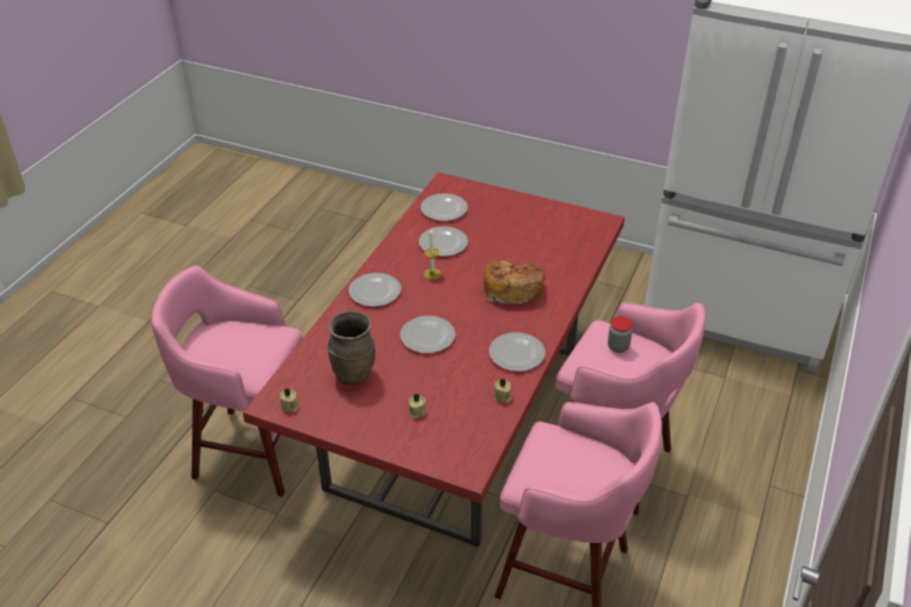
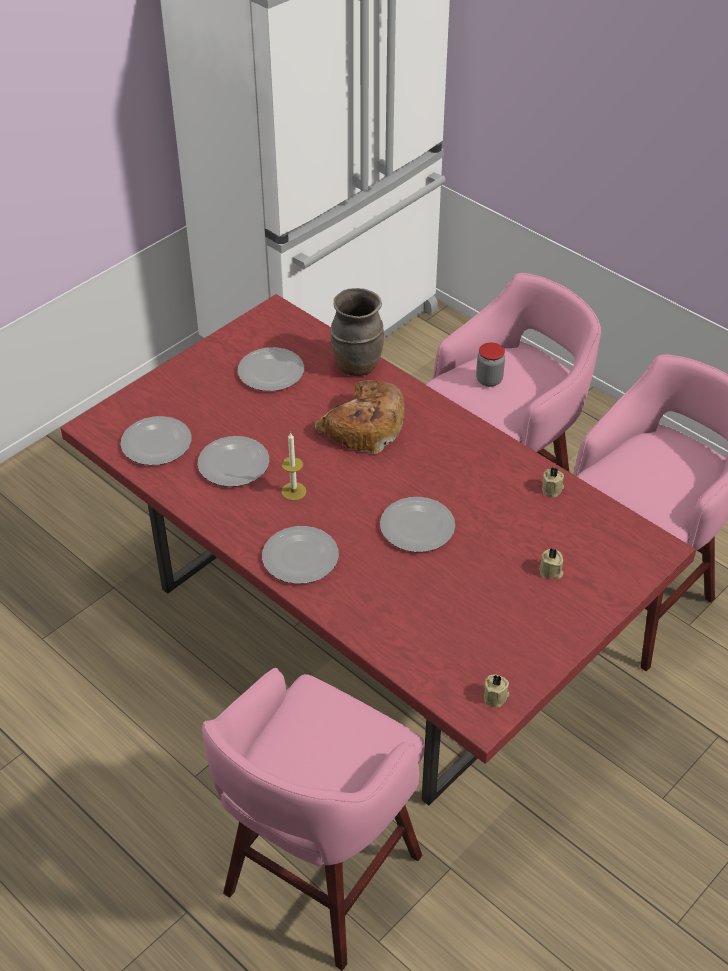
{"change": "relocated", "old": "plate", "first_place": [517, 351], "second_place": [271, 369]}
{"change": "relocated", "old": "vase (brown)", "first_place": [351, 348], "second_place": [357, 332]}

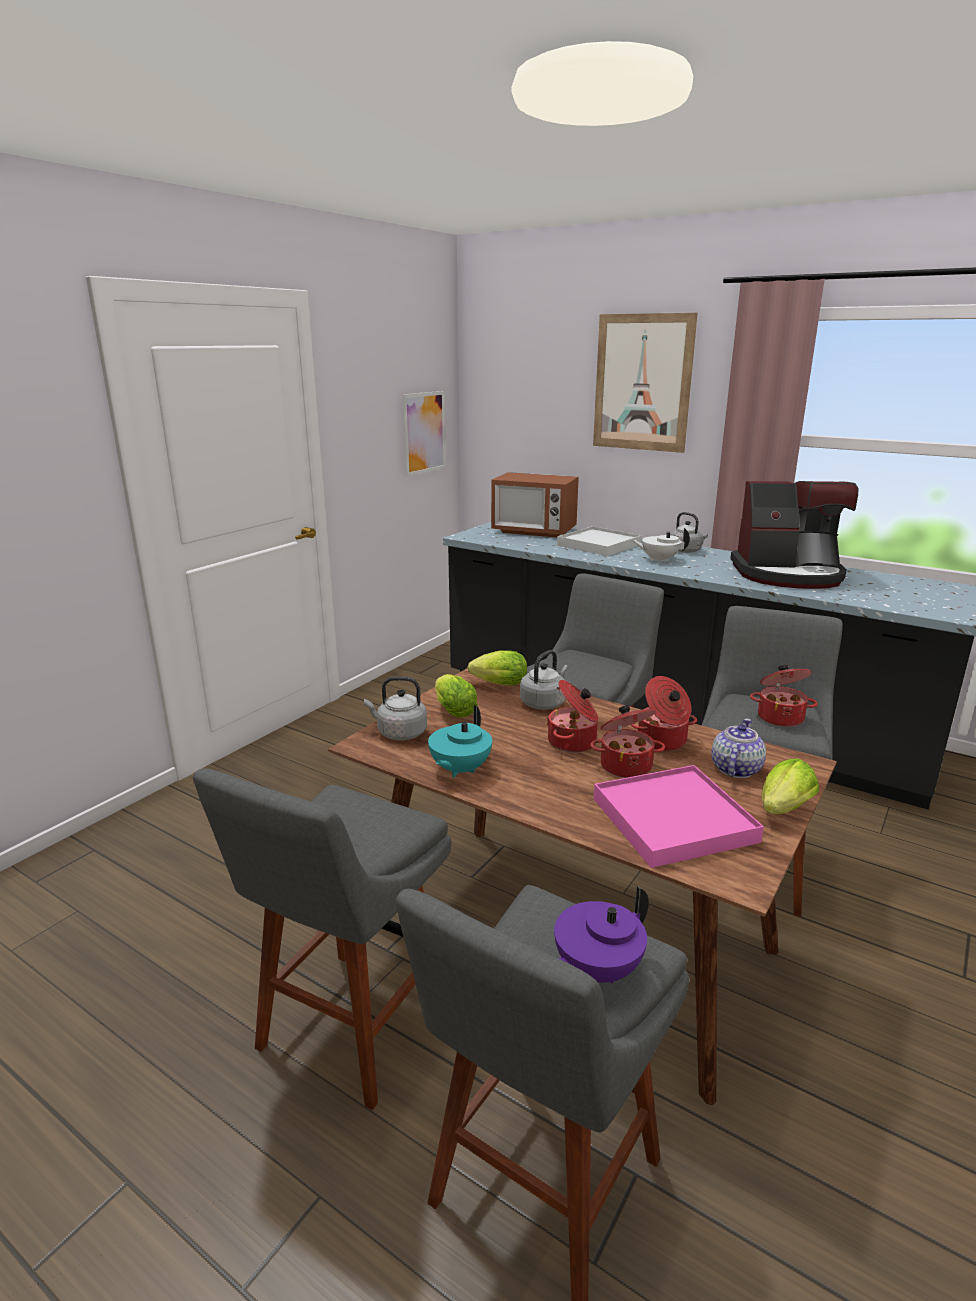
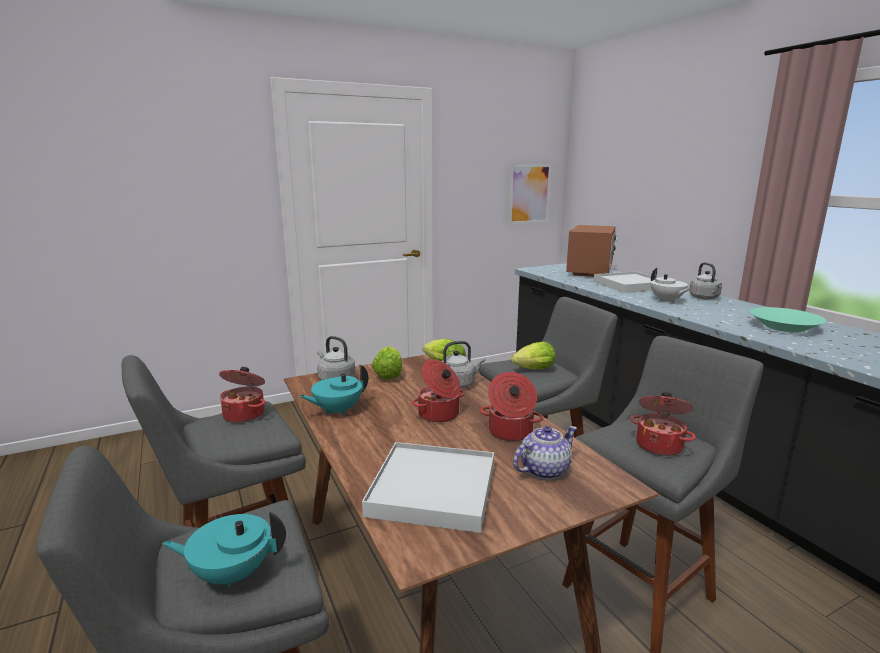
{"change": "colour", "old": "teapot (purple)", "new": "teapot (turquoise)", "first_place": [601, 934], "second_place": [224, 550]}
{"change": "relocated", "old": "cooking pot", "first_place": [627, 741], "second_place": [242, 395]}
{"change": "colour", "old": "tray (pink)", "new": "tray (white)", "first_place": [679, 816], "second_place": [428, 487]}
{"change": "relocated", "old": "lettuce", "first_place": [790, 786], "second_place": [533, 355]}
{"change": "spun", "old": "microwave", "first_place": [535, 505], "second_place": [591, 251], "degrees": -120}
{"change": "spun", "old": "teapot (white)", "first_place": [661, 545], "second_place": [671, 285], "degrees": -150}
{"change": "exchanged", "old": "coffee machine", "new": "bowl (turquoise)", "first_place": [794, 535], "second_place": [788, 320]}
{"change": "missing", "old": "picture", "first_place": [645, 383]}

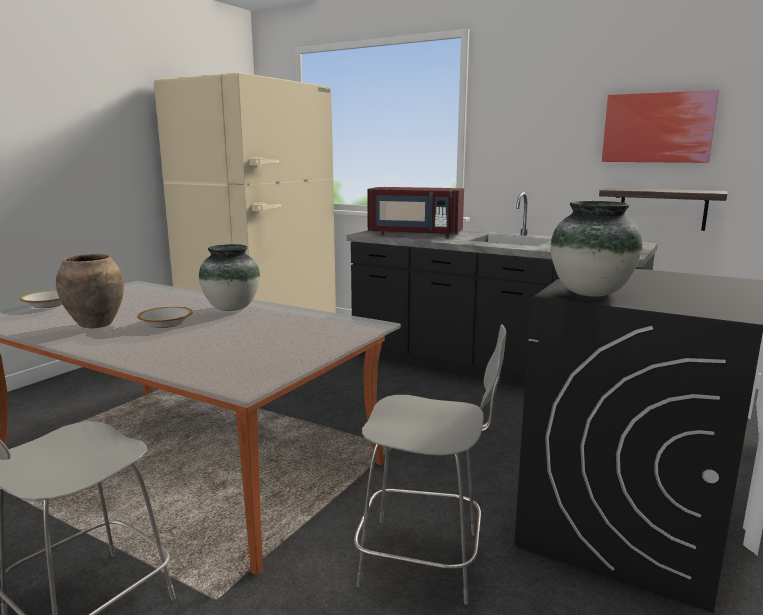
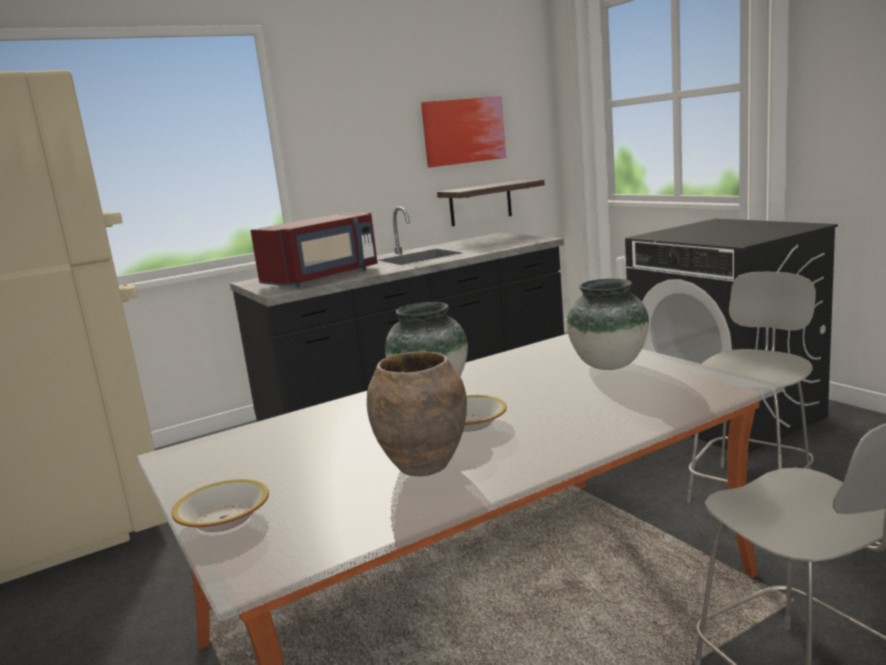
{"change": "relocated", "old": "vase", "first_place": [596, 249], "second_place": [607, 324]}

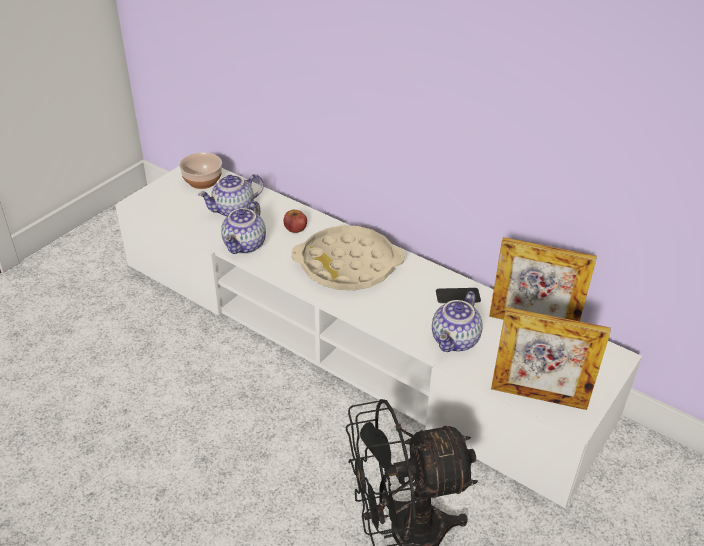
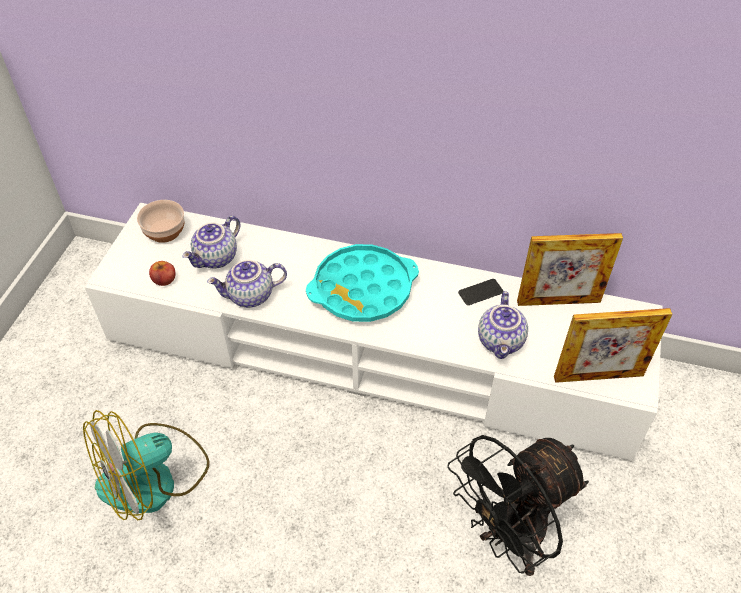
{"change": "appeared", "new": "fan", "second_place": [146, 465]}
{"change": "relocated", "old": "apple", "first_place": [295, 221], "second_place": [162, 273]}
{"change": "spun", "old": "teapot", "first_place": [243, 227], "second_place": [247, 283], "degrees": 75}
{"change": "colour", "old": "tray (beige)", "new": "tray (turquoise)", "first_place": [348, 257], "second_place": [362, 283]}

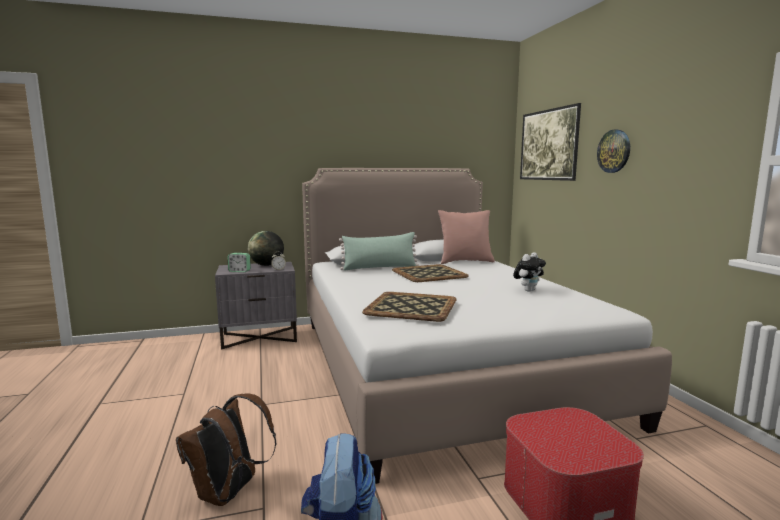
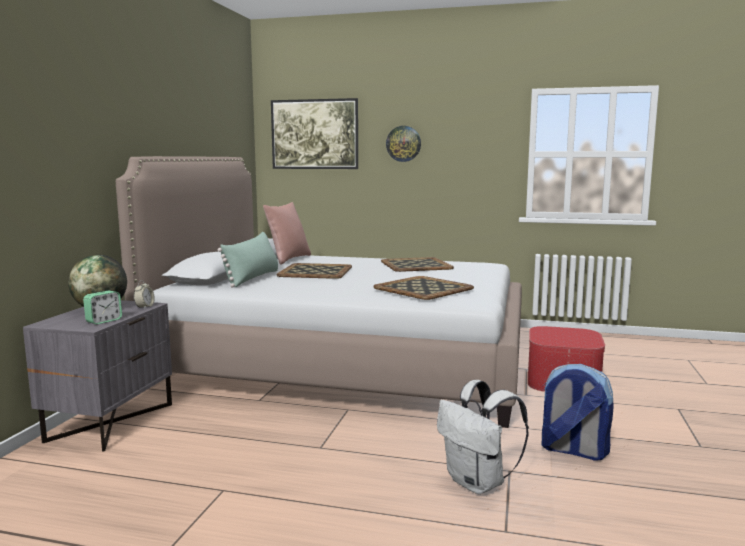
{"change": "exchanged", "old": "plush toy", "new": "tray", "first_place": [529, 272], "second_place": [417, 264]}
{"change": "colour", "old": "backpack (brown)", "new": "backpack (white)", "first_place": [226, 449], "second_place": [483, 437]}

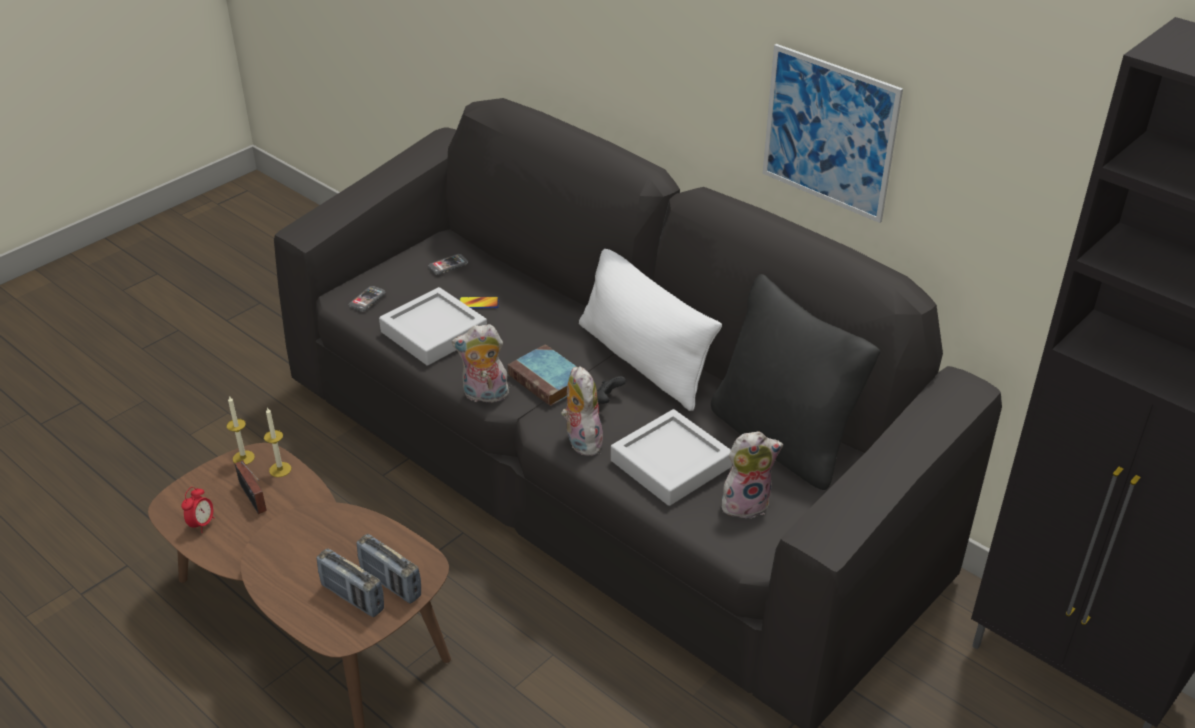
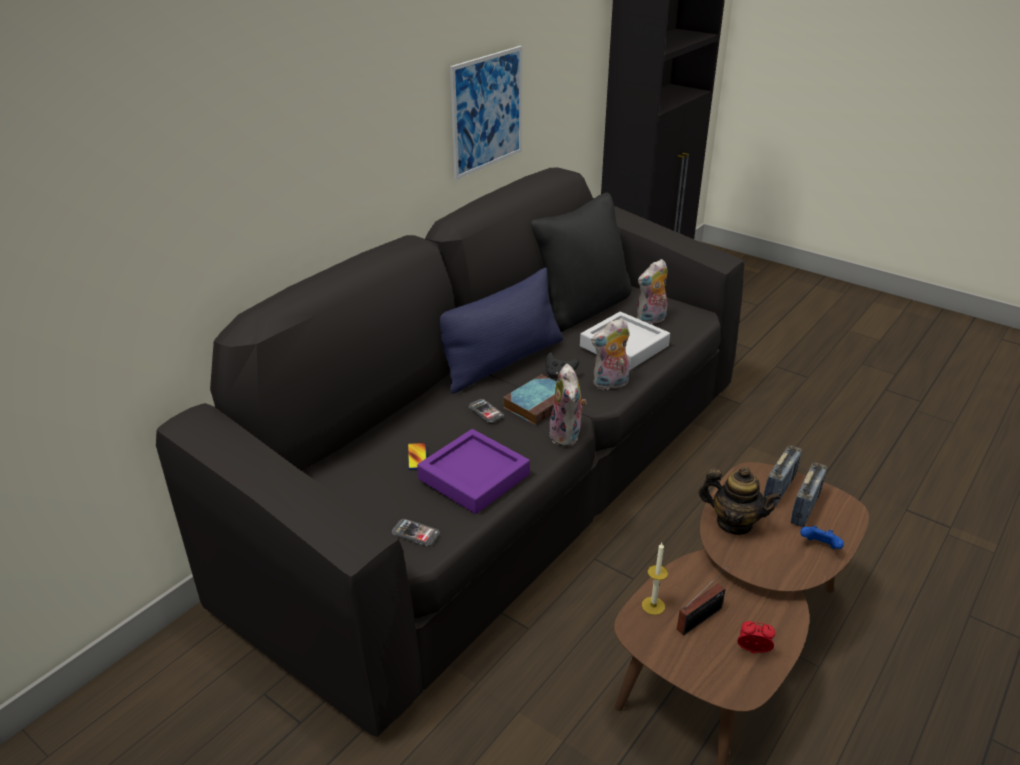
{"change": "colour", "old": "tray (grey)", "new": "tray (purple)", "first_place": [433, 326], "second_place": [473, 471]}
{"change": "colour", "old": "pillow (white)", "new": "pillow (blue)", "first_place": [650, 330], "second_place": [501, 330]}
{"change": "relocated", "old": "phone", "first_place": [448, 264], "second_place": [486, 411]}
{"change": "spun", "old": "plush toy", "first_place": [752, 474], "second_place": [652, 292], "degrees": -105}
{"change": "appeared", "new": "teapot", "second_place": [740, 501]}
{"change": "appeared", "new": "game controller (blue)", "second_place": [822, 537]}
{"change": "missing", "old": "candle", "first_place": [241, 430]}

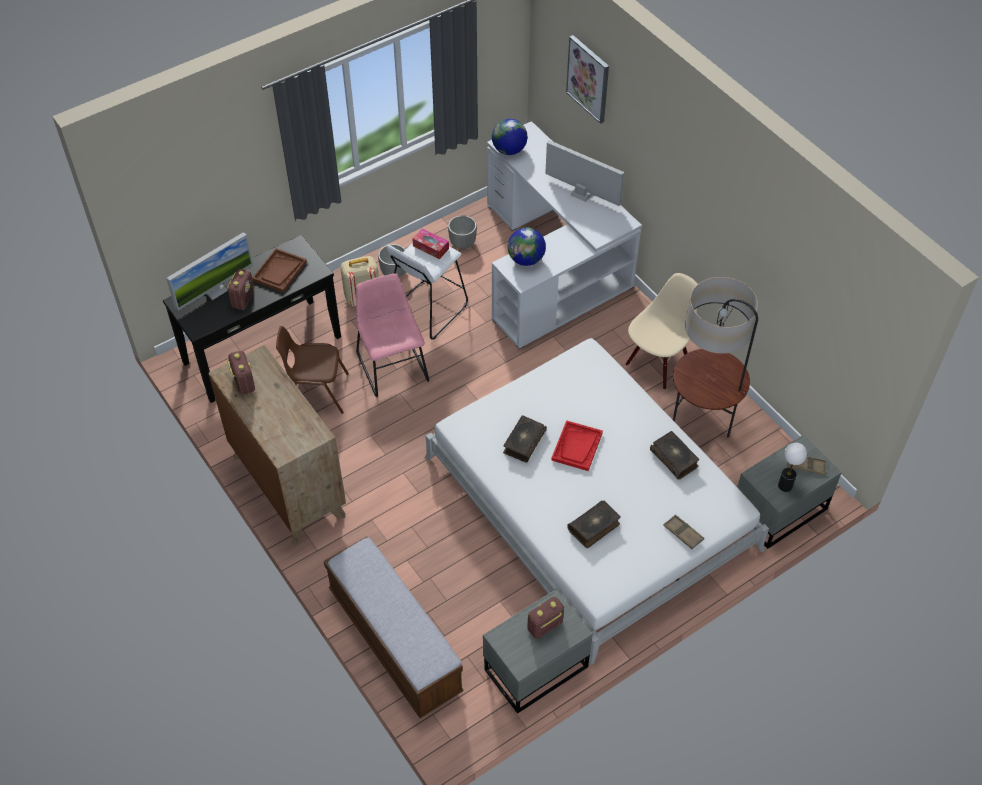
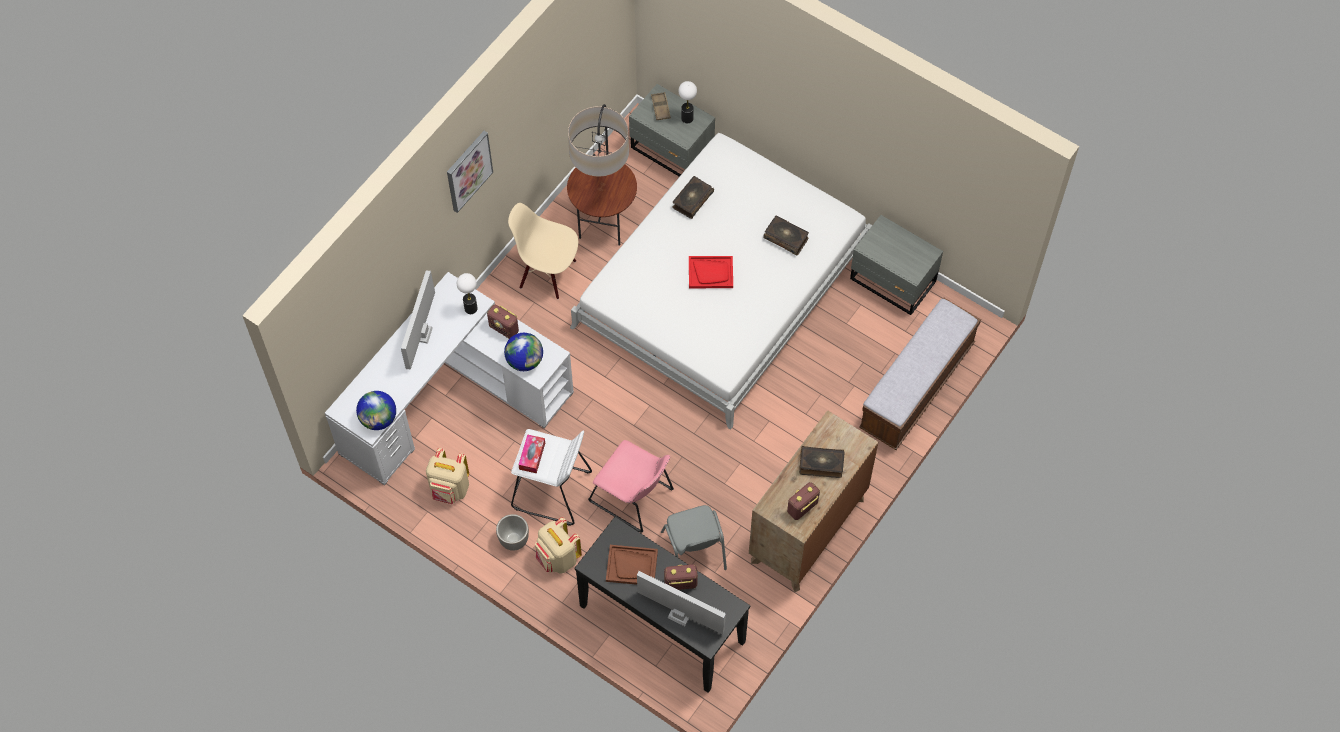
{"change": "exchanged", "old": "planter", "new": "backpack (beige)", "first_place": [462, 232], "second_place": [447, 476]}
{"change": "relocated", "old": "picture", "first_place": [587, 79], "second_place": [470, 172]}
{"change": "appeared", "new": "table lamp", "second_place": [467, 293]}
{"change": "relocated", "old": "radio", "first_place": [545, 618], "second_place": [503, 322]}
{"change": "spun", "old": "chair (pink)", "first_place": [392, 336], "second_place": [631, 486], "degrees": -105}
{"change": "colour", "old": "chair (brown)", "new": "chair (grey)", "first_place": [312, 370], "second_place": [694, 537]}
{"change": "relocated", "old": "book", "first_place": [525, 439], "second_place": [822, 462]}
{"change": "missing", "old": "tray (brown)", "first_place": [683, 532]}

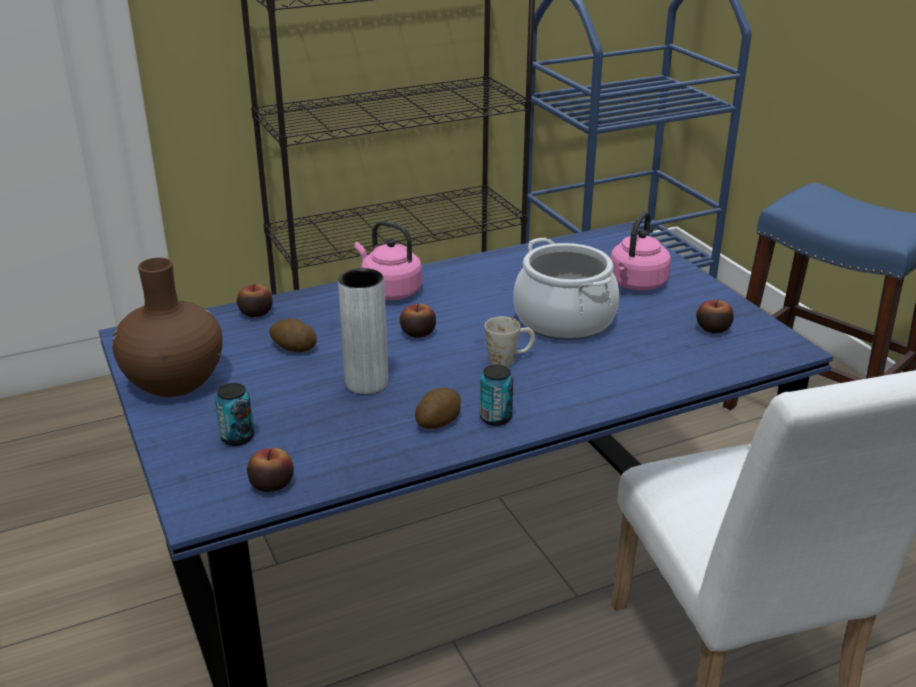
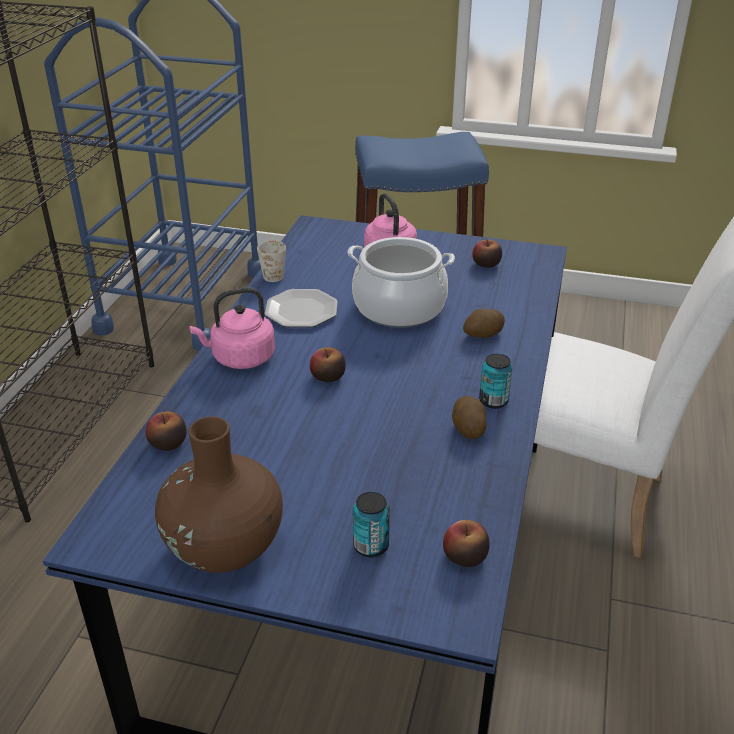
{"change": "relocated", "old": "mug (white)", "first_place": [510, 342], "second_place": [271, 261]}
{"change": "appeared", "new": "plate", "second_place": [301, 308]}
{"change": "relocated", "old": "potato", "first_place": [293, 335], "second_place": [484, 323]}
{"change": "missing", "old": "vase (grey)", "first_place": [363, 331]}

